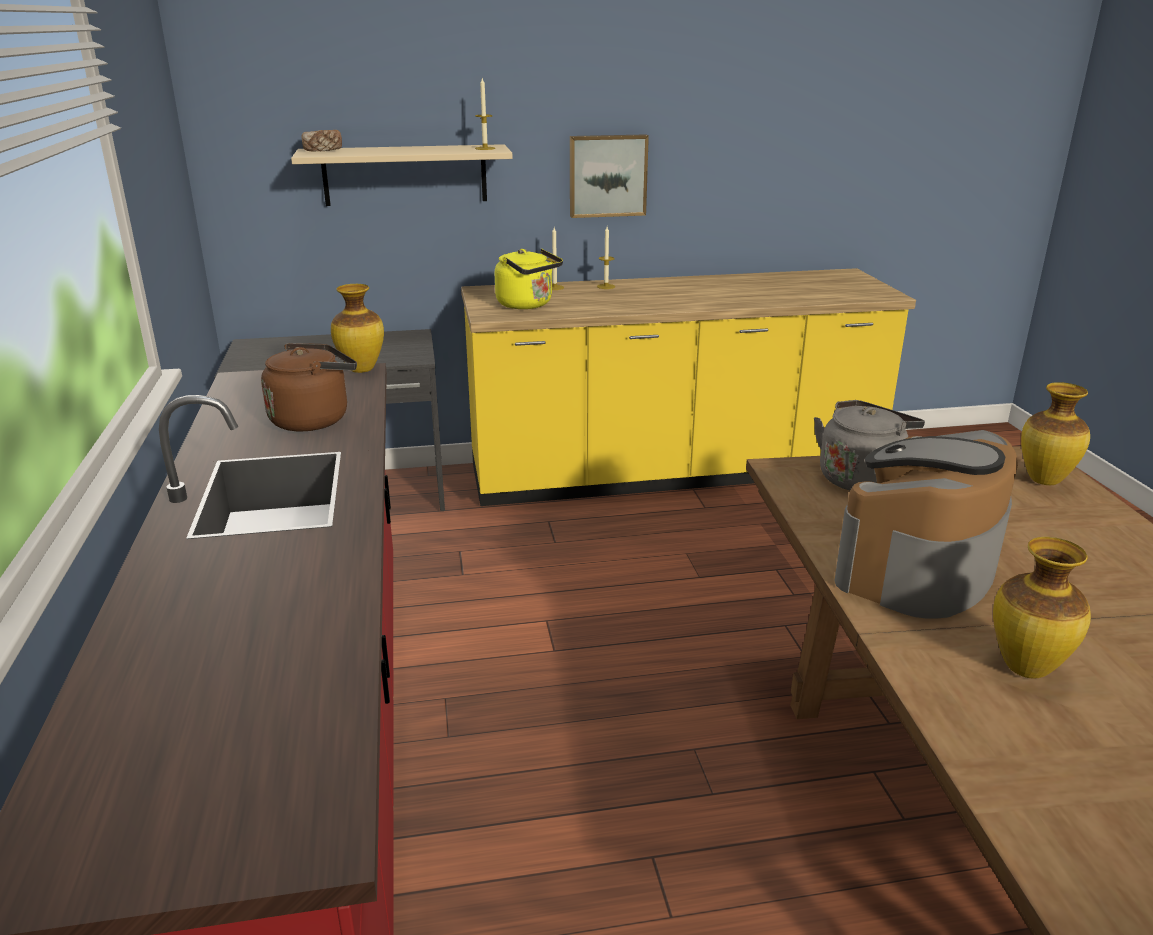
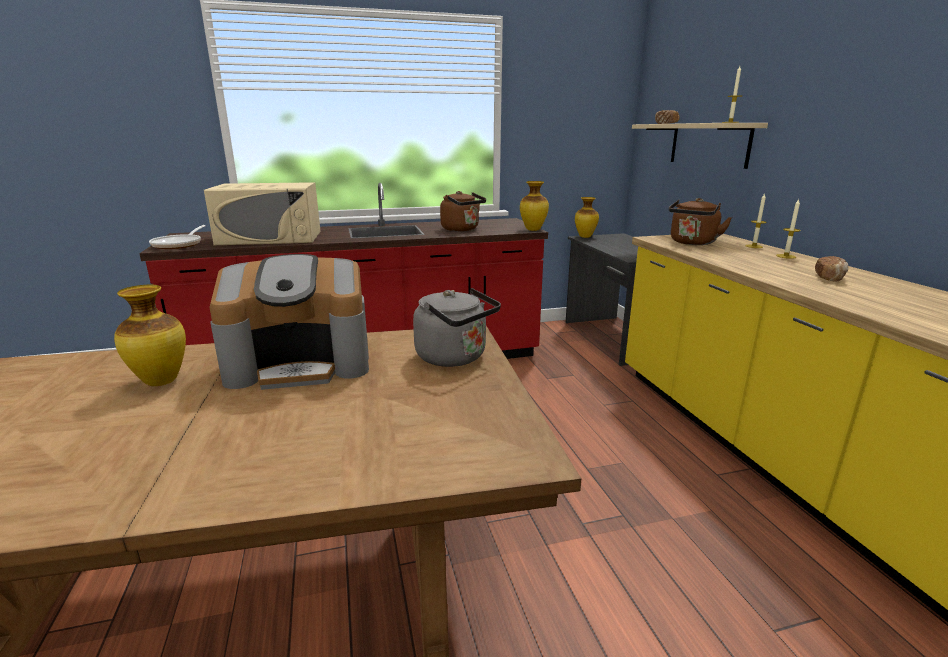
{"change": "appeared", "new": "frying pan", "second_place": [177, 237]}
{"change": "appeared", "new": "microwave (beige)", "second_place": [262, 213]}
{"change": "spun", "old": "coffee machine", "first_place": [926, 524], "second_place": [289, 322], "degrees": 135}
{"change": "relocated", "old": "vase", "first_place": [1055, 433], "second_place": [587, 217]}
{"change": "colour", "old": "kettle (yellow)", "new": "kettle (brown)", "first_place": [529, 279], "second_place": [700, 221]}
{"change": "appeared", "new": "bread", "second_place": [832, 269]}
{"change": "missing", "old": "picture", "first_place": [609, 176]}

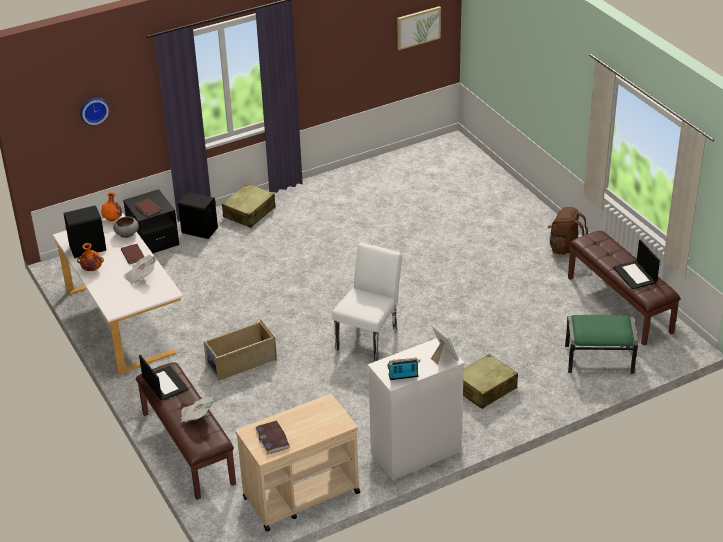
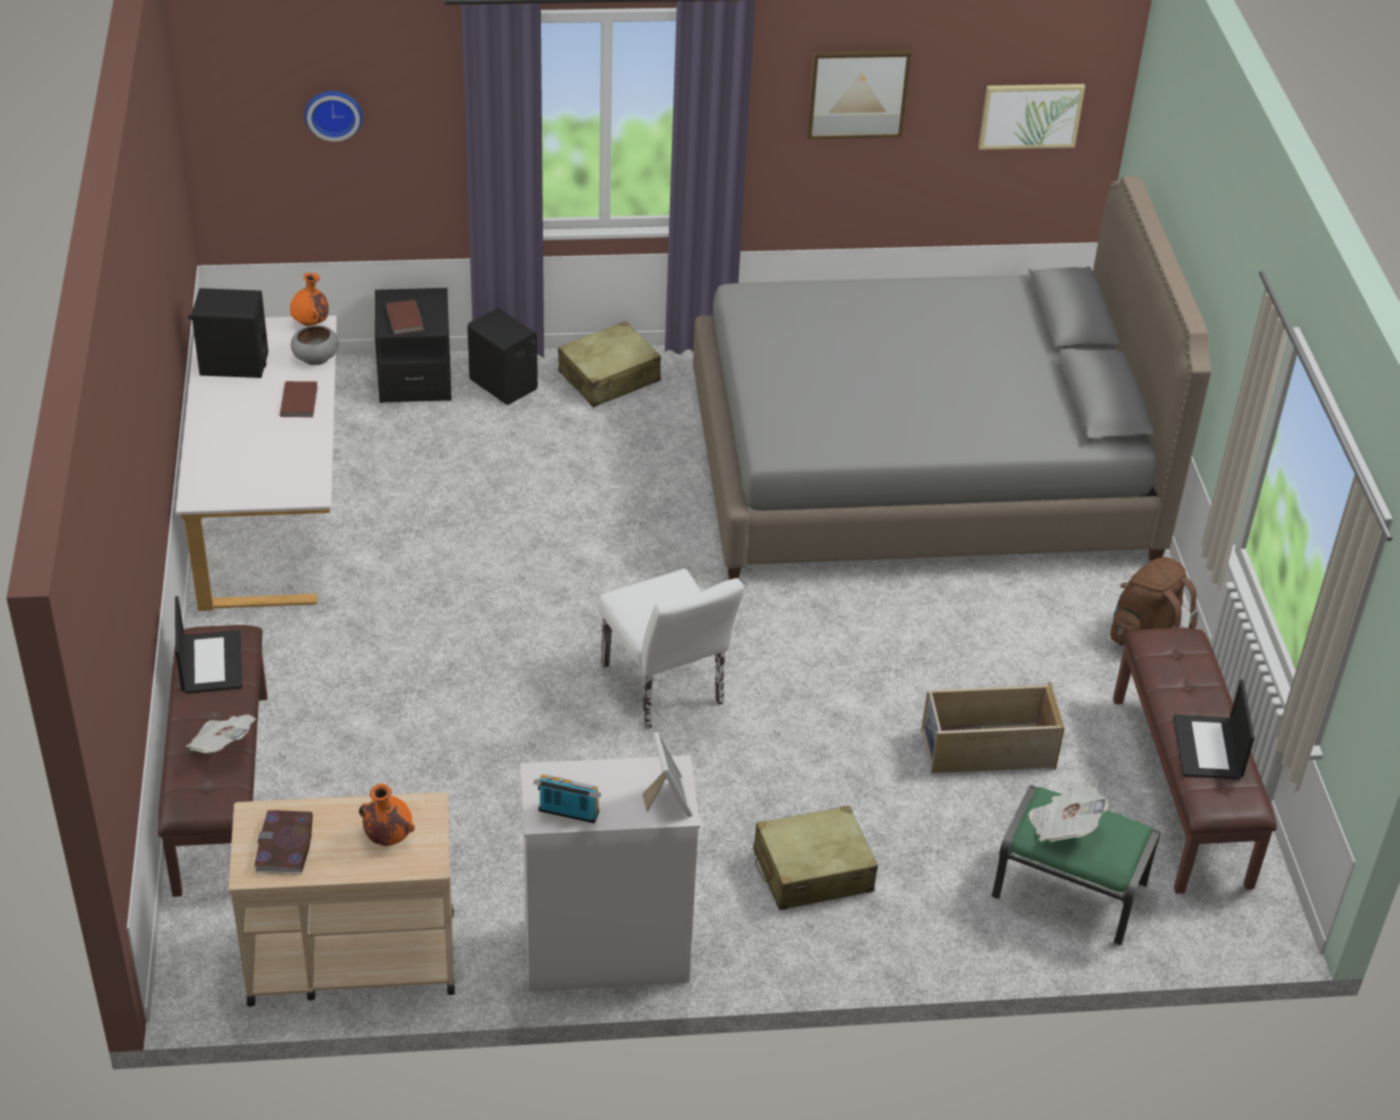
{"change": "relocated", "old": "vase (orange)", "first_place": [90, 257], "second_place": [387, 815]}
{"change": "spun", "old": "chair (white)", "first_place": [367, 302], "second_place": [671, 649], "degrees": 105}
{"change": "appeared", "new": "bed (grey)", "second_place": [952, 378]}
{"change": "appeared", "new": "picture", "second_place": [859, 94]}
{"change": "relocated", "old": "storage box (beige)", "first_place": [240, 350], "second_place": [993, 727]}
{"change": "relocated", "old": "newspaper", "first_place": [140, 269], "second_place": [1068, 814]}

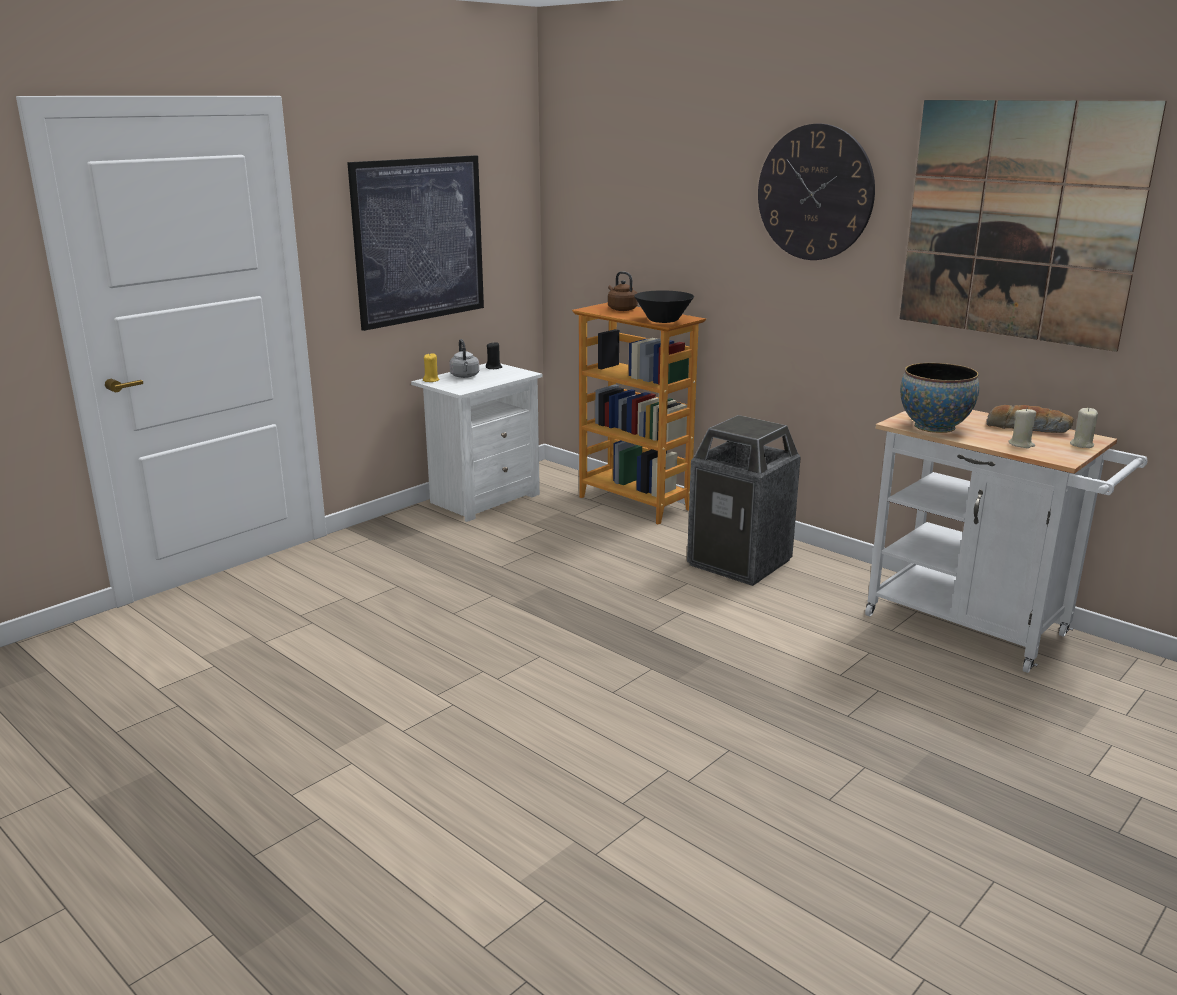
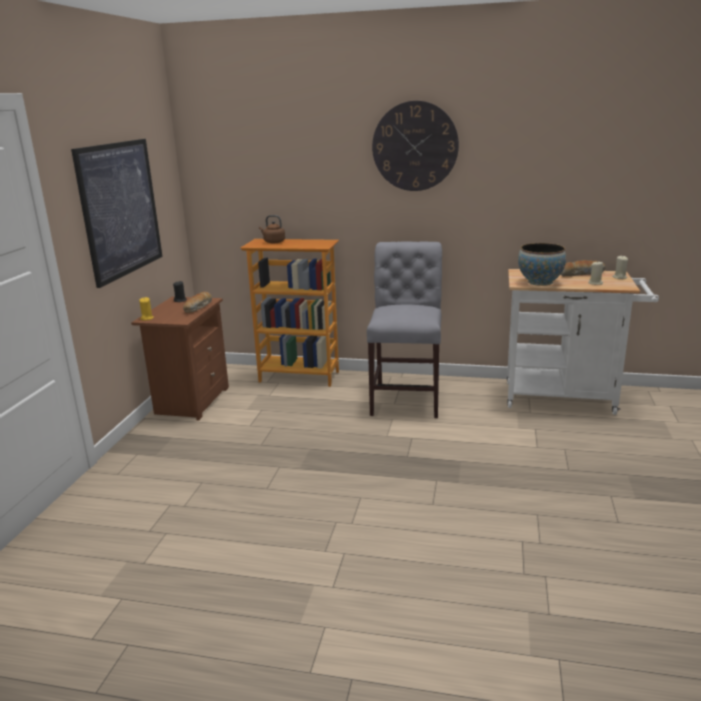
{"change": "colour", "old": "nightstand (white)", "new": "nightstand (brown)", "first_place": [477, 442], "second_place": [180, 359]}
{"change": "appeared", "new": "bread", "second_place": [197, 302]}
{"change": "exchanged", "old": "trash can", "new": "chair (grey)", "first_place": [744, 500], "second_place": [404, 329]}
{"change": "missing", "old": "kettle (grey)", "first_place": [464, 358]}
{"change": "missing", "old": "bowl (black)", "first_place": [664, 306]}
{"change": "missing", "old": "picture", "first_place": [1033, 226]}

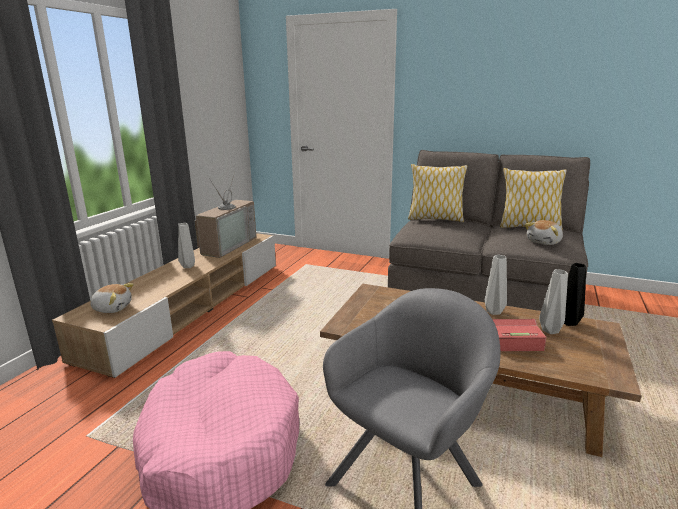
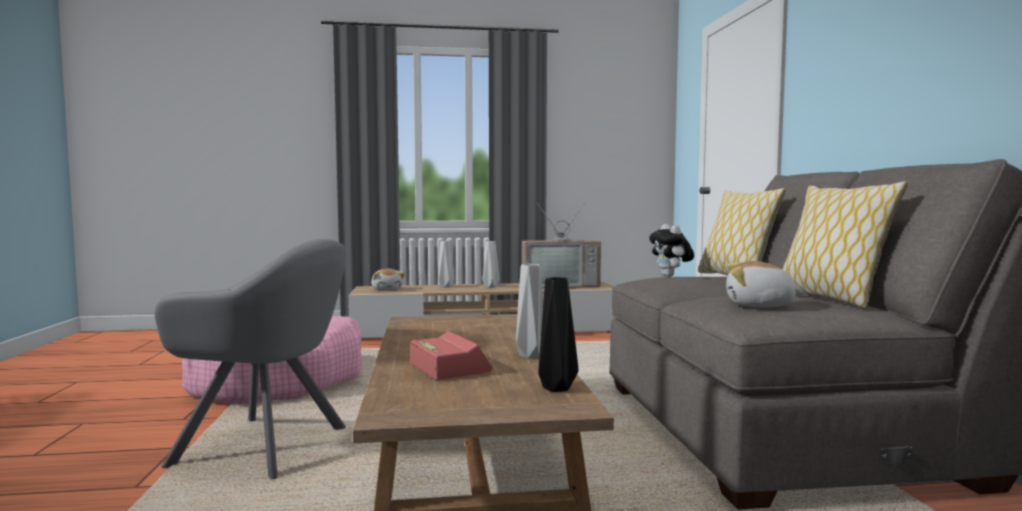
{"change": "relocated", "old": "vase (grey)", "first_place": [553, 301], "second_place": [446, 264]}
{"change": "appeared", "new": "plush toy", "second_place": [671, 250]}

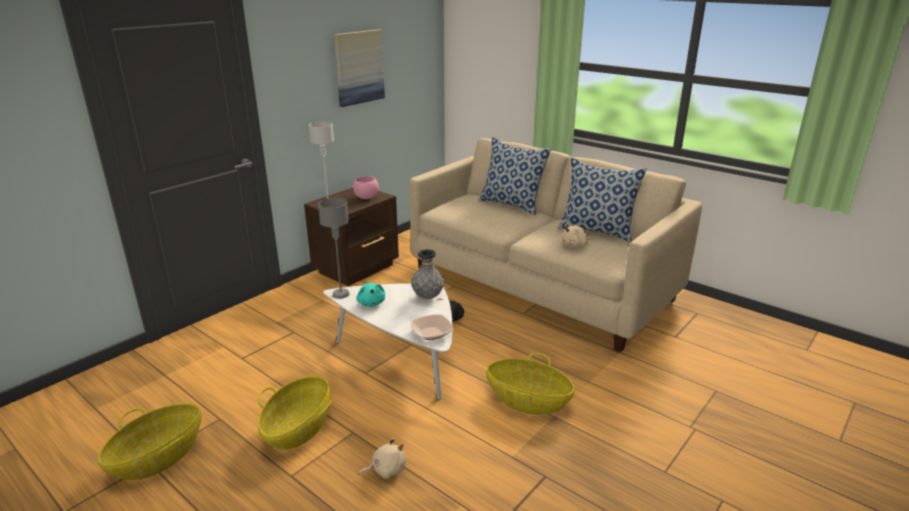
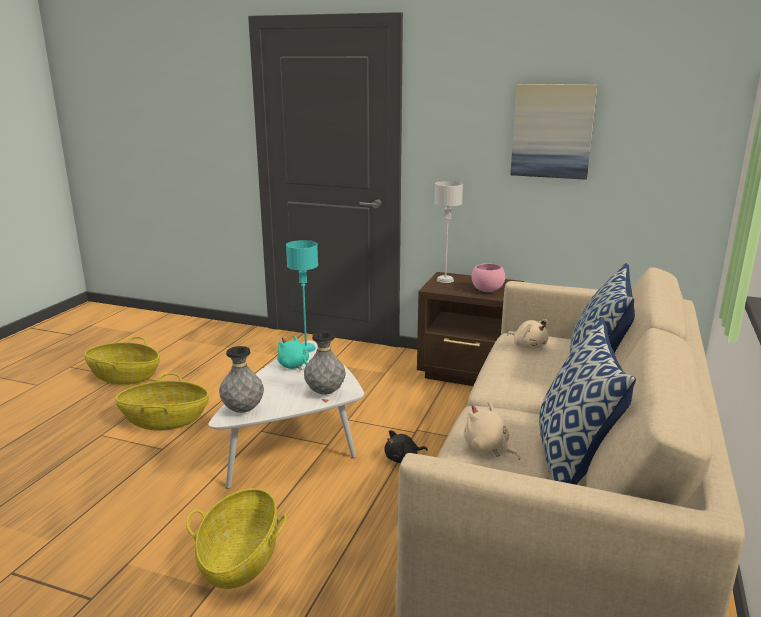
{"change": "exchanged", "old": "bowl", "new": "vase (grey)", "first_place": [432, 327], "second_place": [241, 379]}
{"change": "spun", "old": "plush toy (turquoise)", "first_place": [370, 295], "second_place": [293, 352], "degrees": 75}
{"change": "colour", "old": "table lamp (grey)", "new": "table lamp (turquoise)", "first_place": [334, 248], "second_place": [302, 296]}
{"change": "relocated", "old": "plush toy (beige)", "first_place": [382, 458], "second_place": [527, 334]}

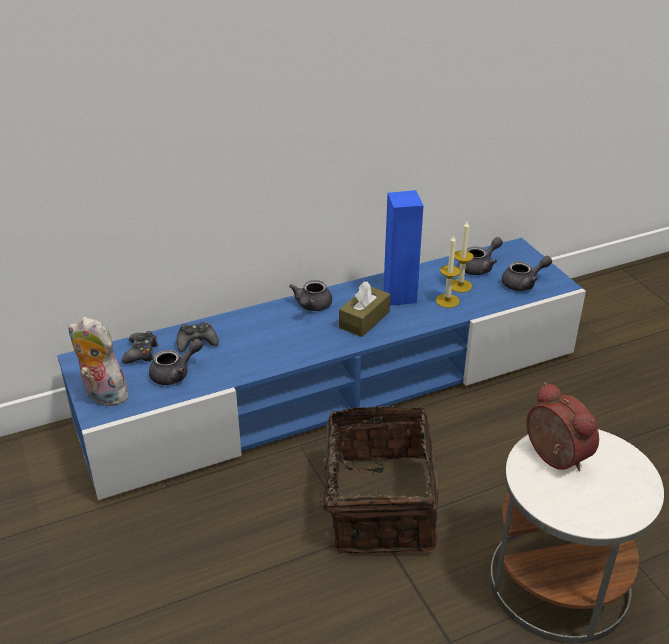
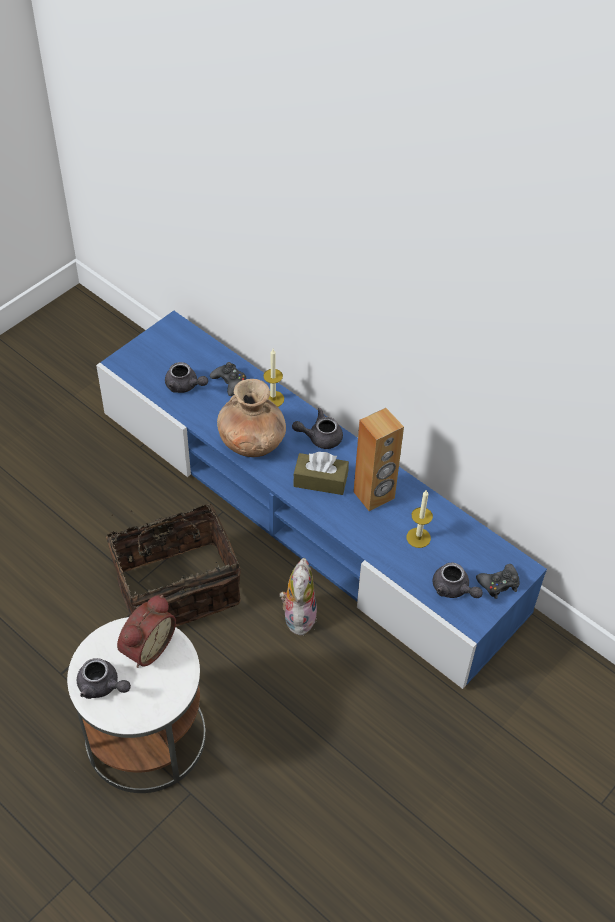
{"change": "relocated", "old": "teapot (grey)", "first_place": [481, 256], "second_place": [104, 678]}
{"change": "appeared", "new": "vase (brown)", "second_place": [251, 418]}
{"change": "relocated", "old": "candle", "first_place": [448, 272], "second_place": [273, 378]}
{"change": "relocated", "old": "plush toy", "first_place": [100, 361], "second_place": [298, 596]}
{"change": "colour", "old": "speaker (blue)", "new": "speaker (brown)", "first_place": [403, 247], "second_place": [378, 459]}
{"change": "relocated", "old": "game controller (black)", "first_place": [140, 347], "second_place": [497, 581]}

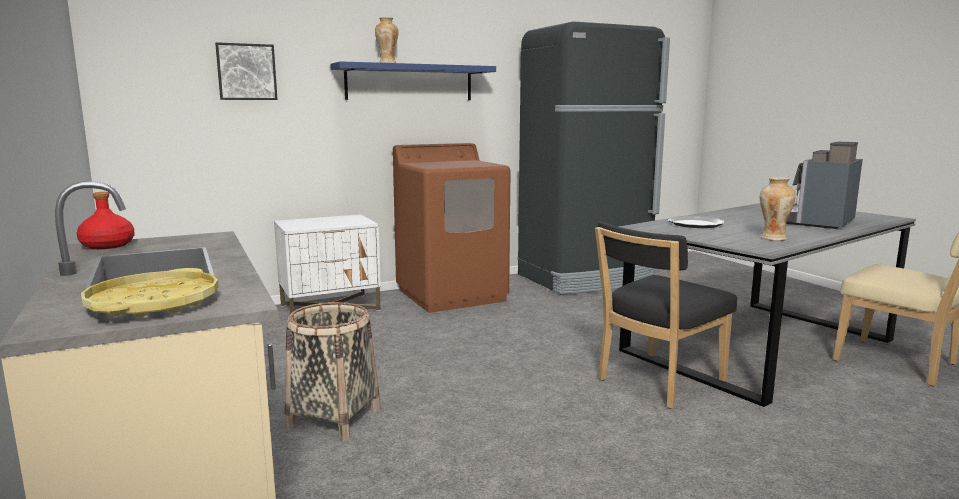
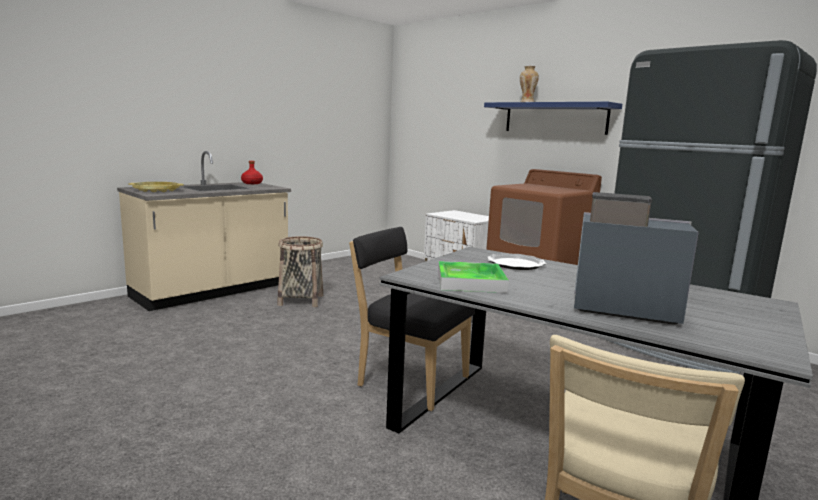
{"change": "exchanged", "old": "vase", "new": "tray", "first_place": [778, 209], "second_place": [473, 277]}
{"change": "missing", "old": "picture", "first_place": [246, 71]}

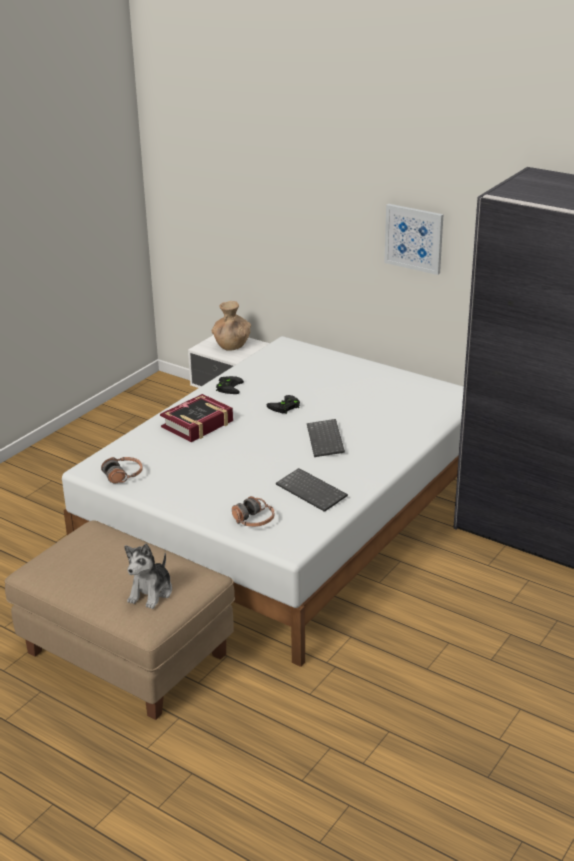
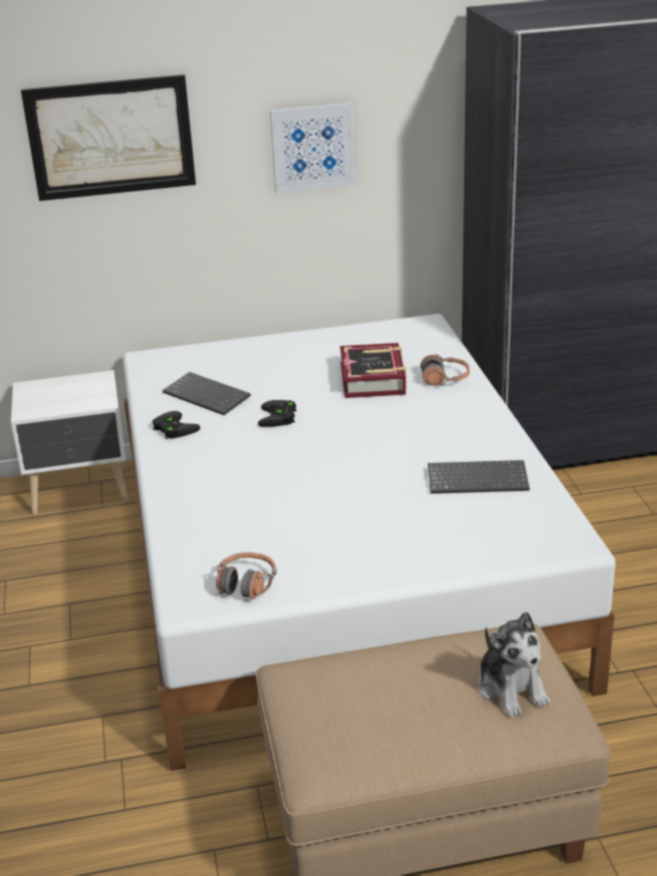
{"change": "appeared", "new": "picture", "second_place": [108, 138]}
{"change": "relocated", "old": "keyboard", "first_place": [326, 438], "second_place": [206, 393]}
{"change": "relocated", "old": "book", "first_place": [196, 418], "second_place": [373, 370]}
{"change": "relocated", "old": "headphones", "first_place": [253, 511], "second_place": [445, 370]}
{"change": "missing", "old": "vase (brown)", "first_place": [231, 326]}

